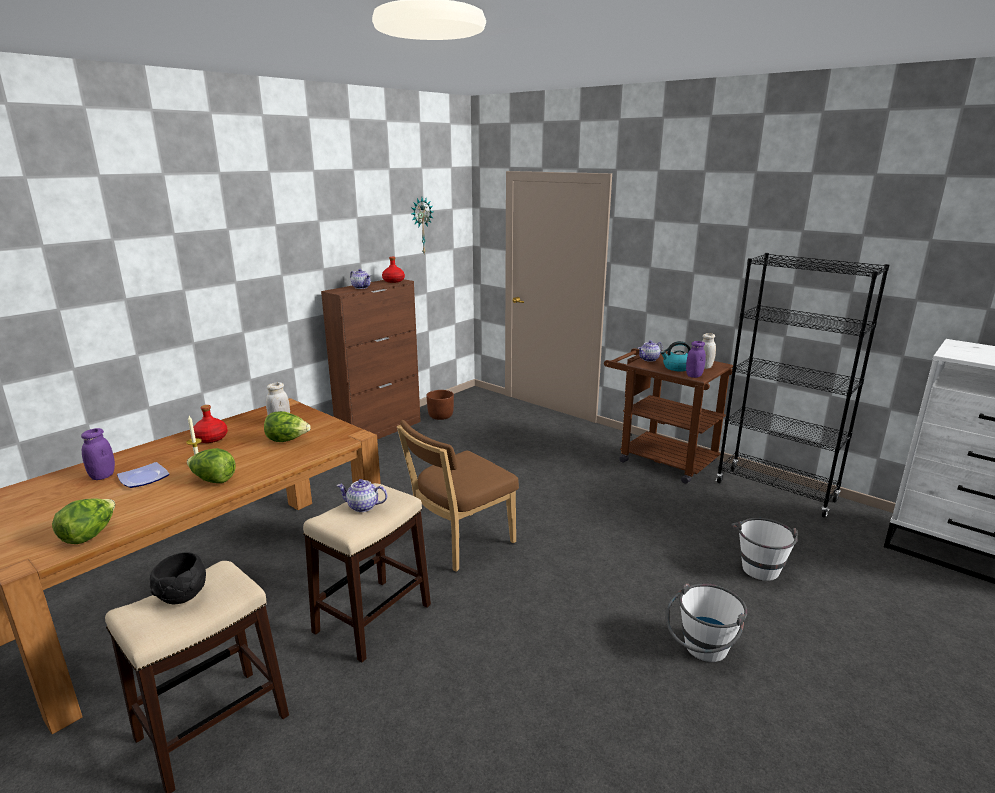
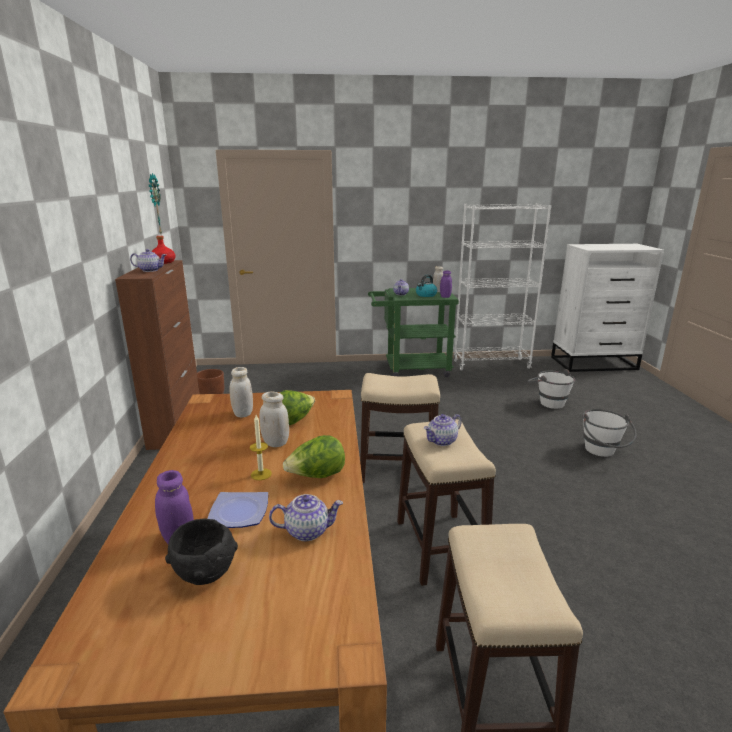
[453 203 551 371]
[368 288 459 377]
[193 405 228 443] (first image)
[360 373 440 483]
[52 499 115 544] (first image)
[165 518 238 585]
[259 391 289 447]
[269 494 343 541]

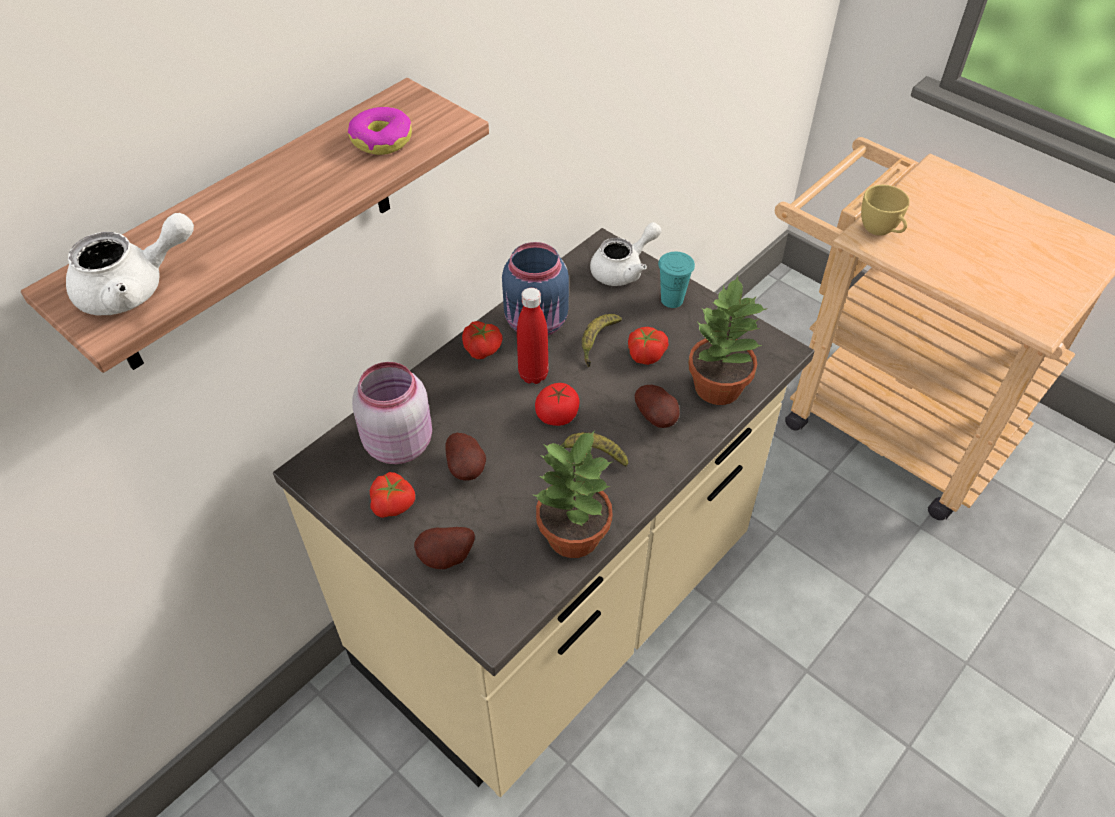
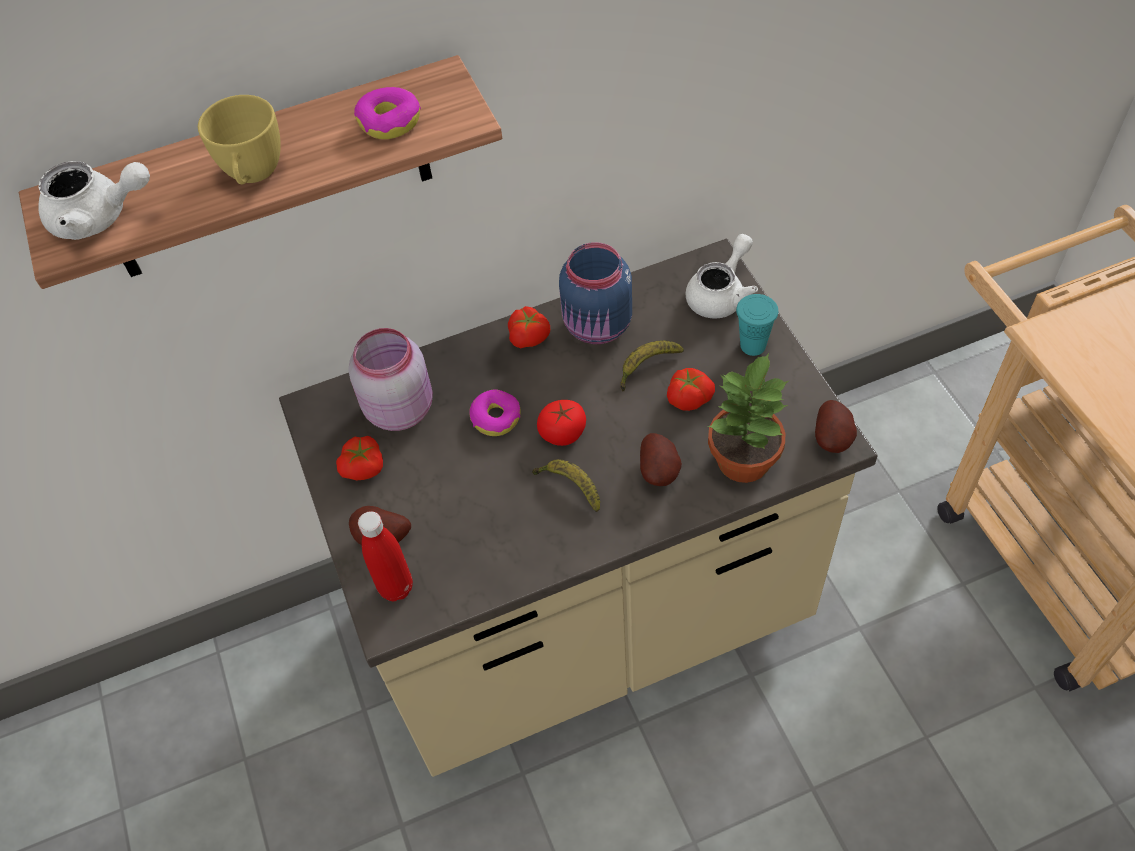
[198 95 281 185]
[685 234 758 318]
[358 511 413 601]
[533 430 613 558] (first image)
[815 400 857 453]
[469 390 521 436]

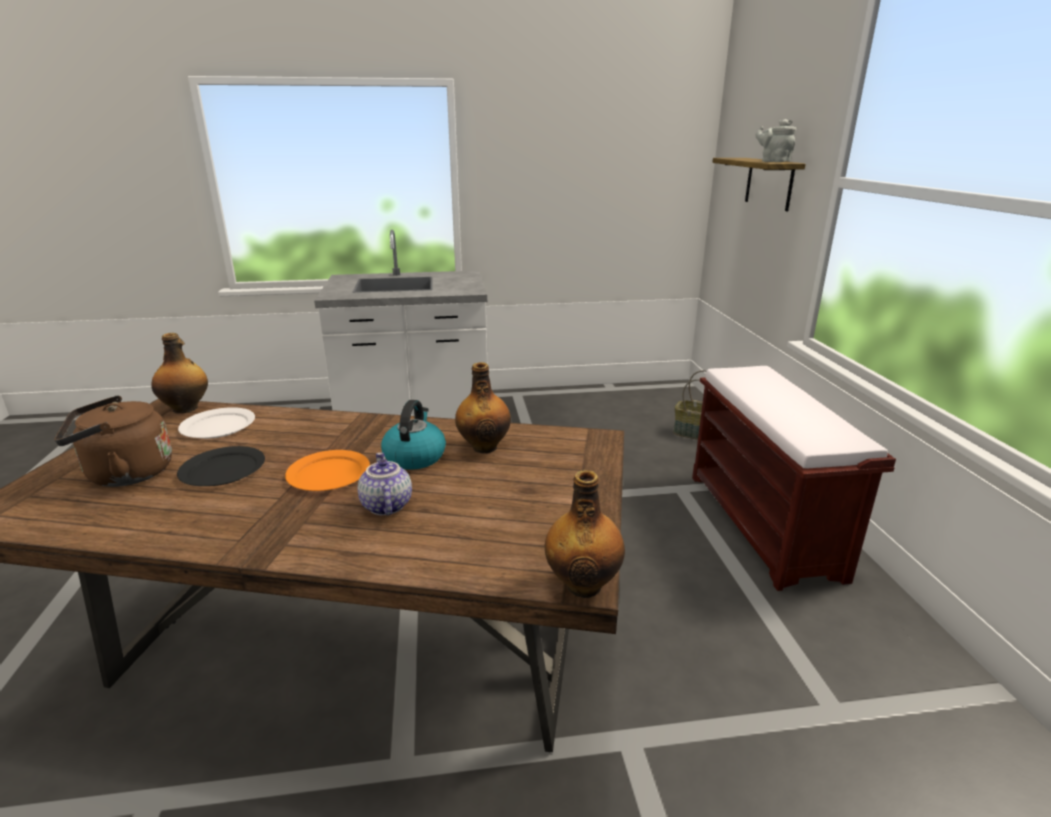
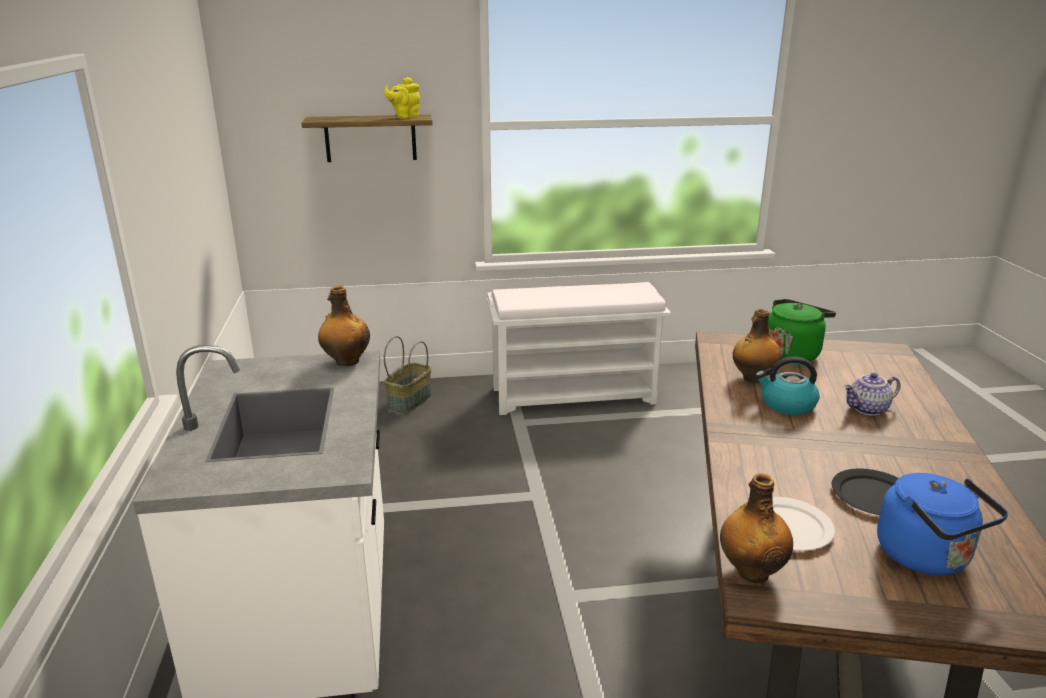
[384 77 420 119]
[487 282 671 415]
[877 473 1008 575]
[285 450 370 491] (first image)
[318 286 370 366]
[768 299 836 361]

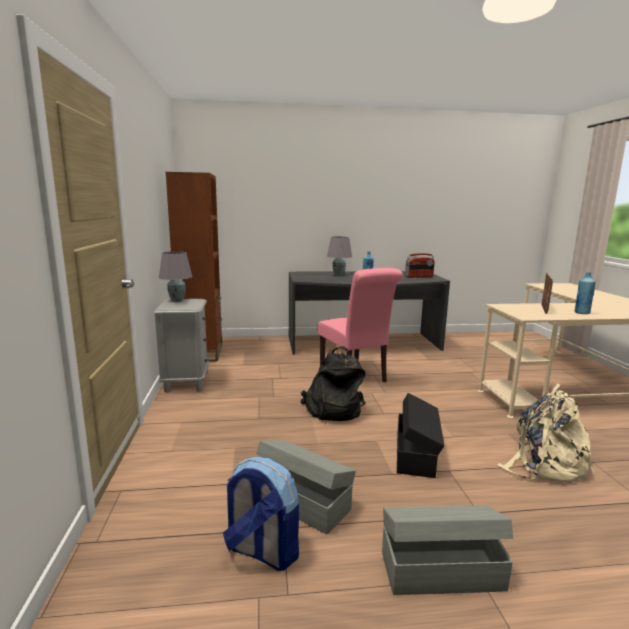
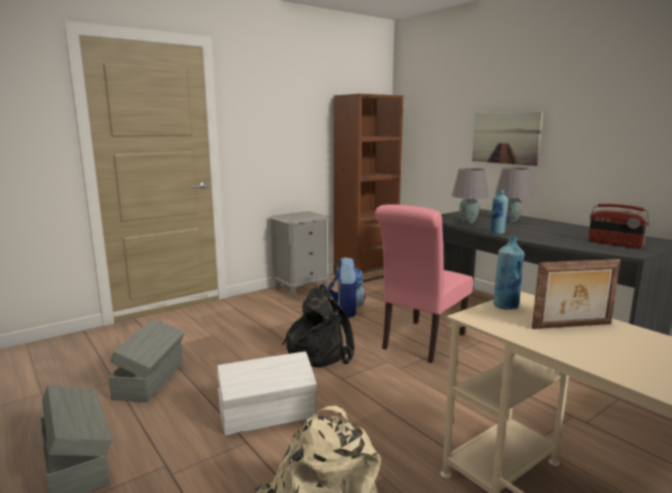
[452 168 489 223]
[493 236 524 310]
[217 351 317 436]
[327 257 366 318]
[472 112 543 166]

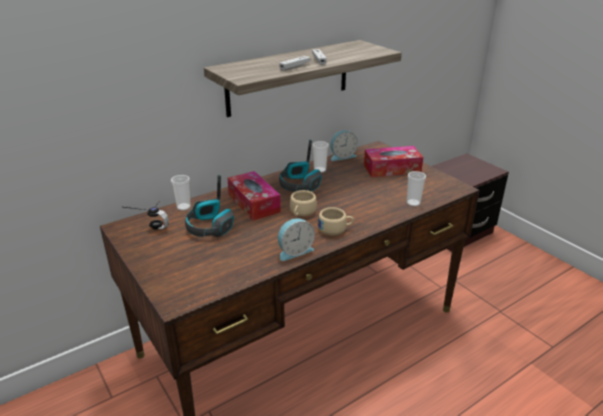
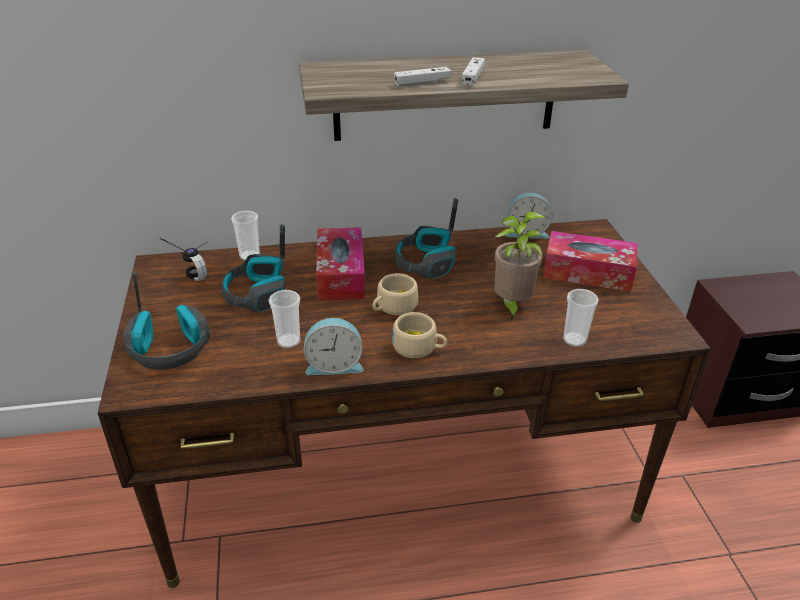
[269 290 301 348]
[494 211 546 320]
[123 272 210 370]

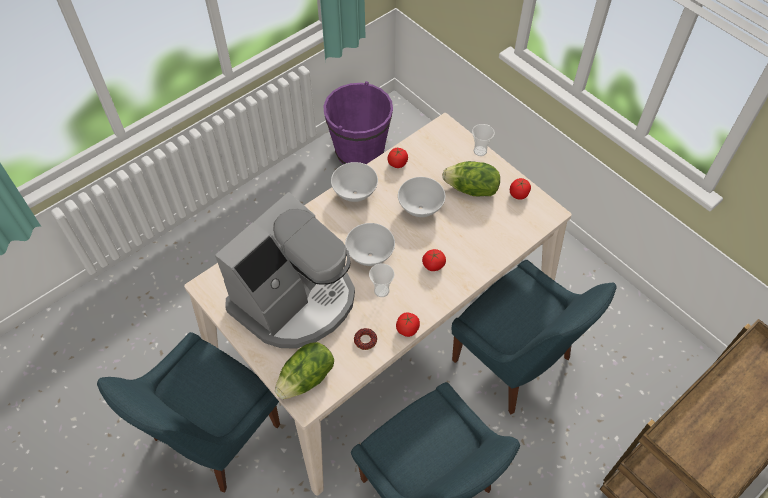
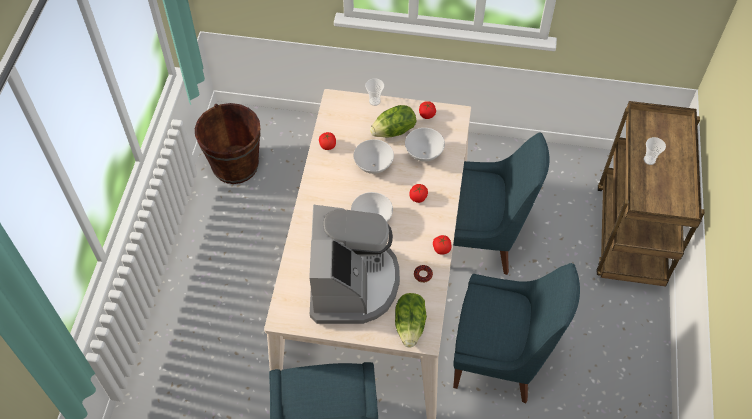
[195 103 260 184]
[405 128 445 162]
[644 137 666 165]

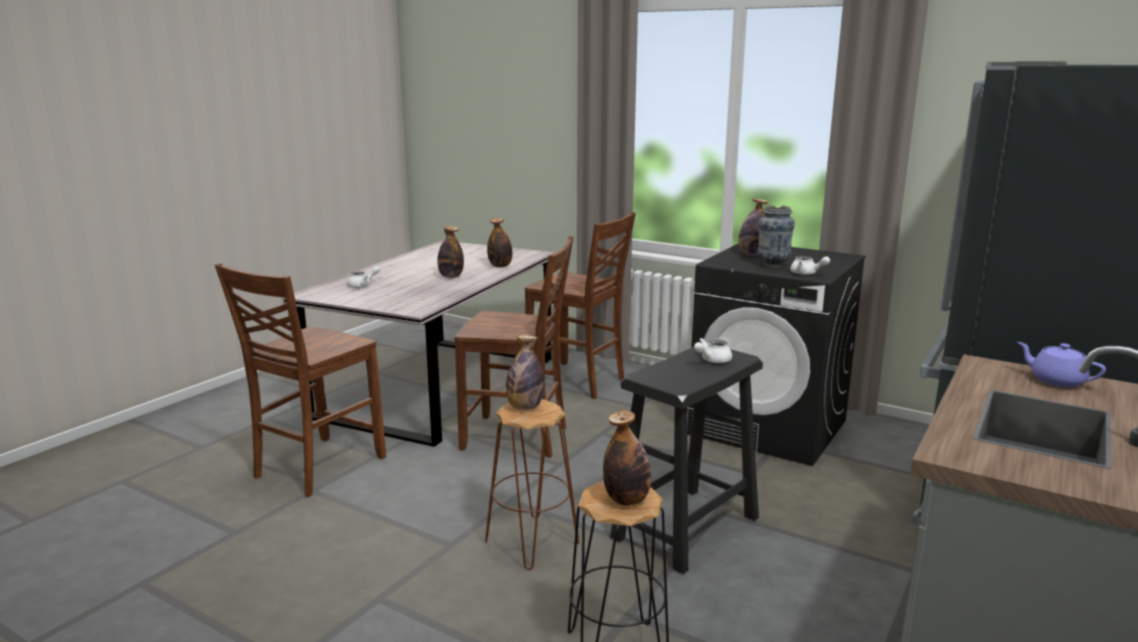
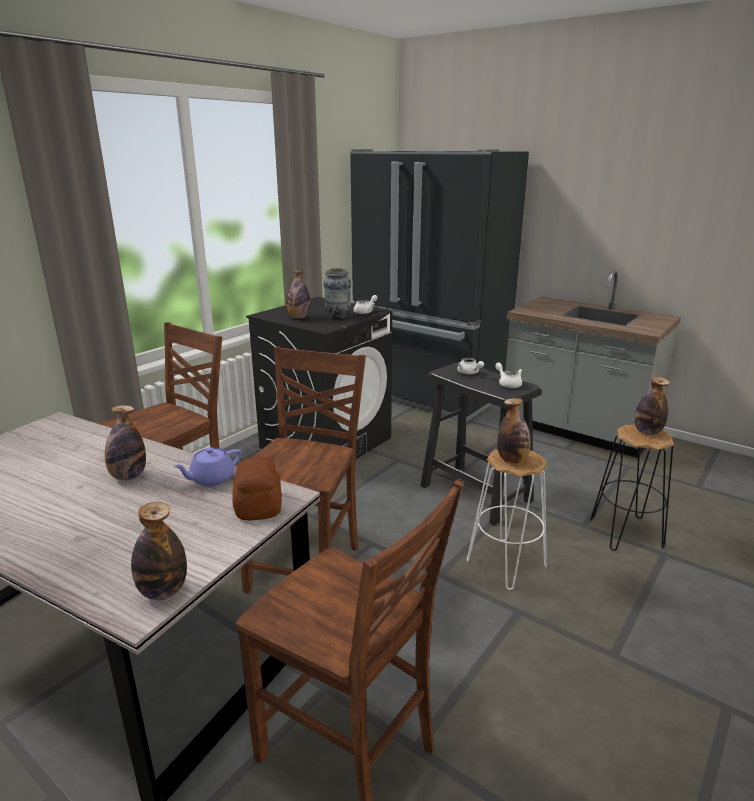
[131 502 187 600]
[495 363 522 388]
[173 447 241 486]
[467 449 547 590]
[232 457 282 520]

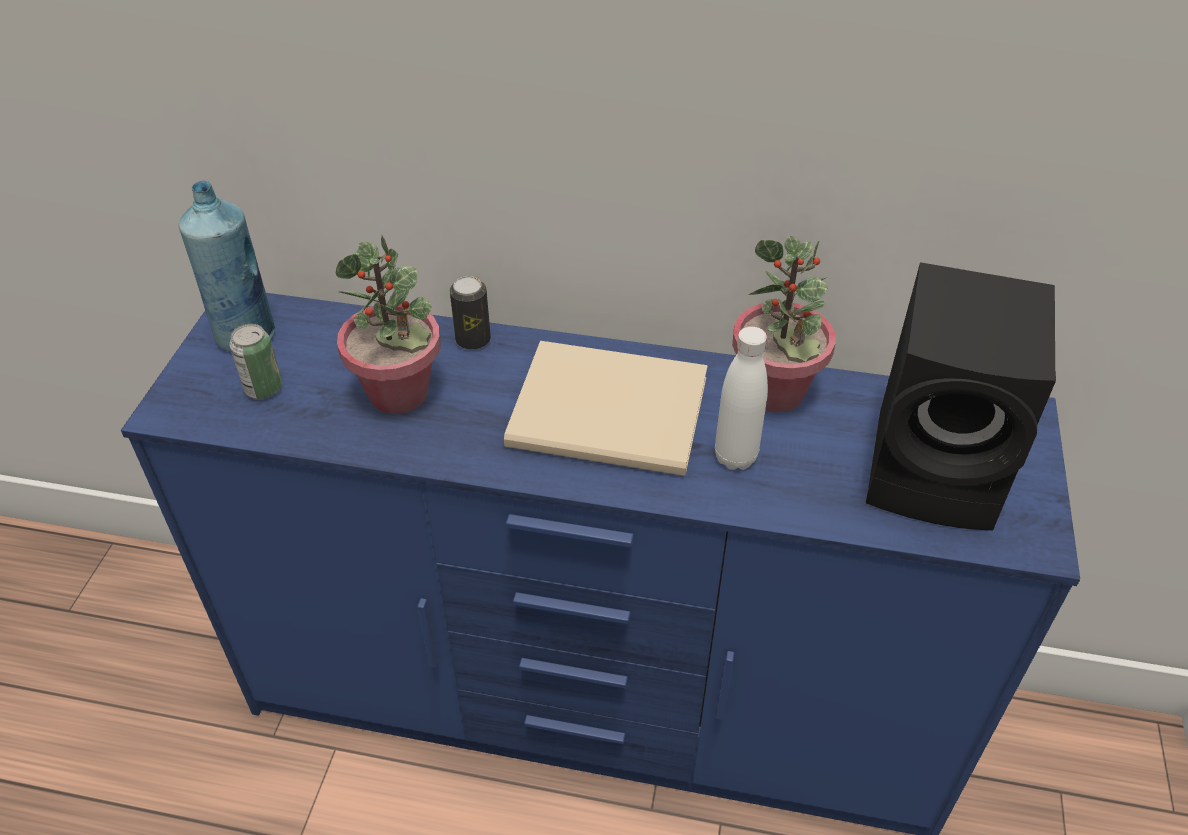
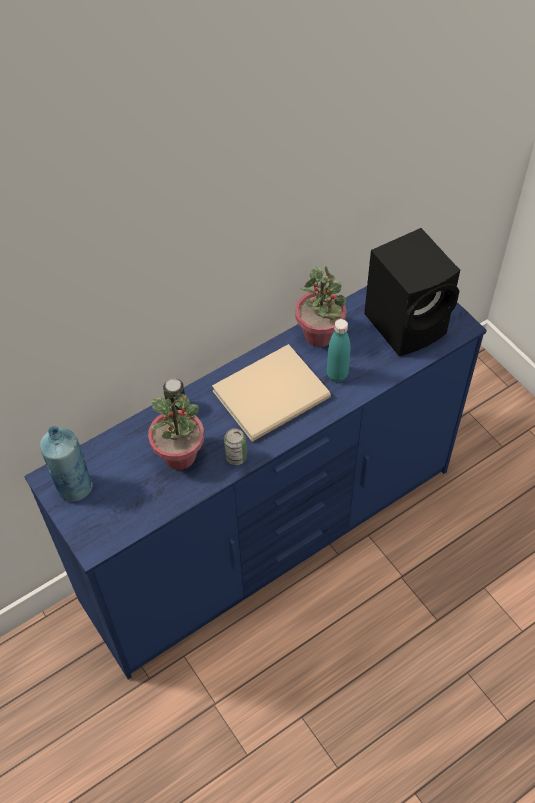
[224 428 247 465]
[327 319 351 382]

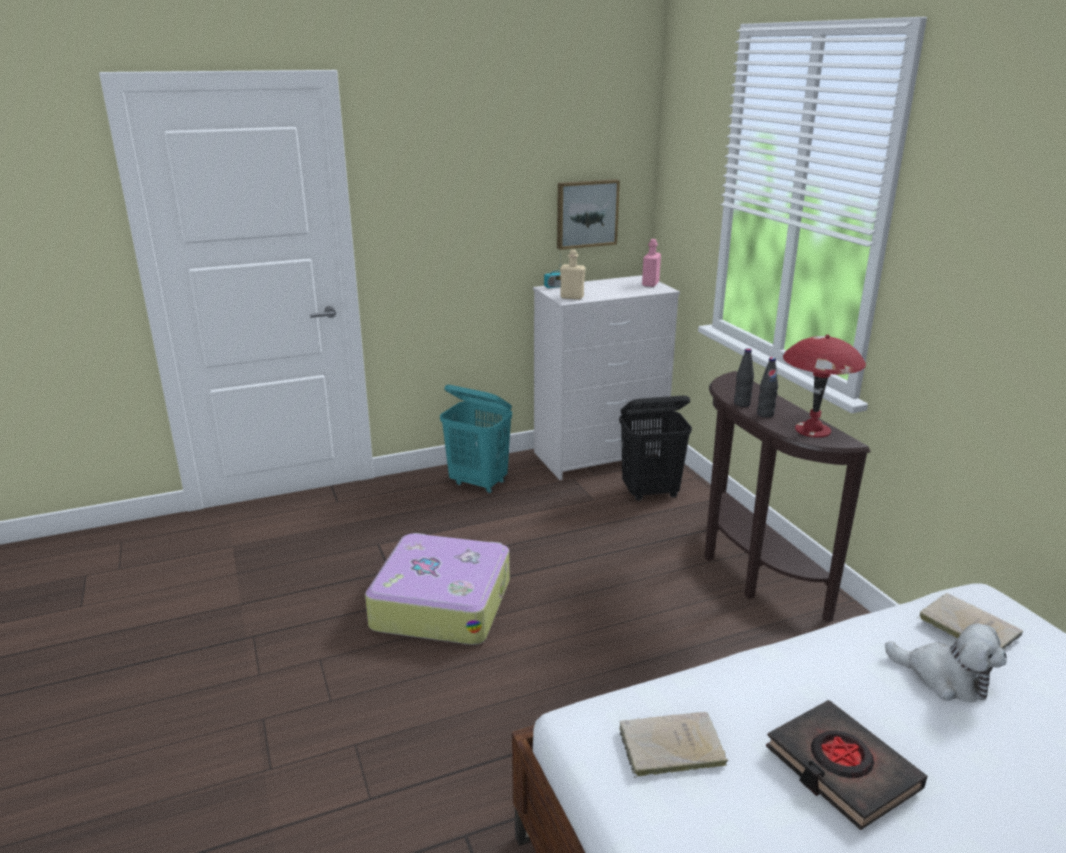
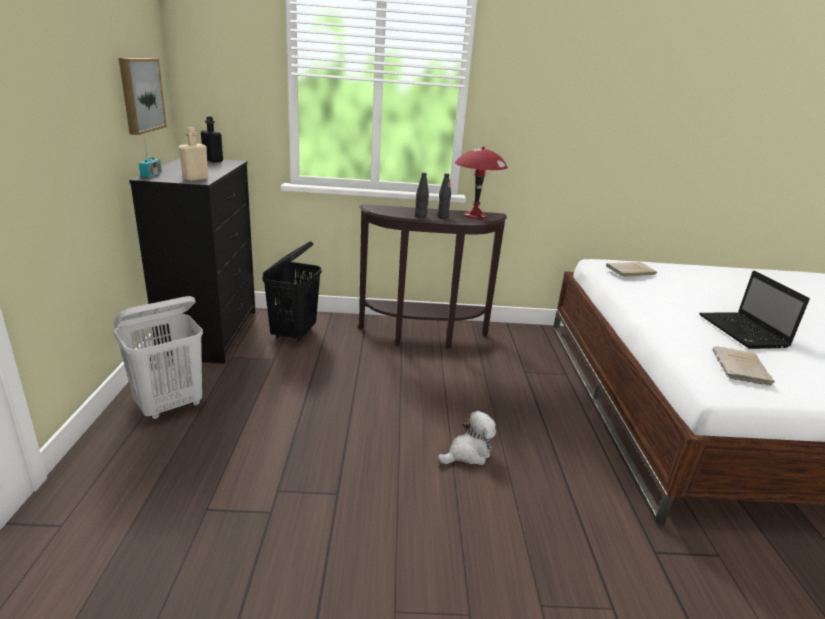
[201 116 223 162]
[129 158 255 363]
[113 296 203 420]
[365 533 510 645] (first image)
[437 411 496 465]
[699 271 810 349]

